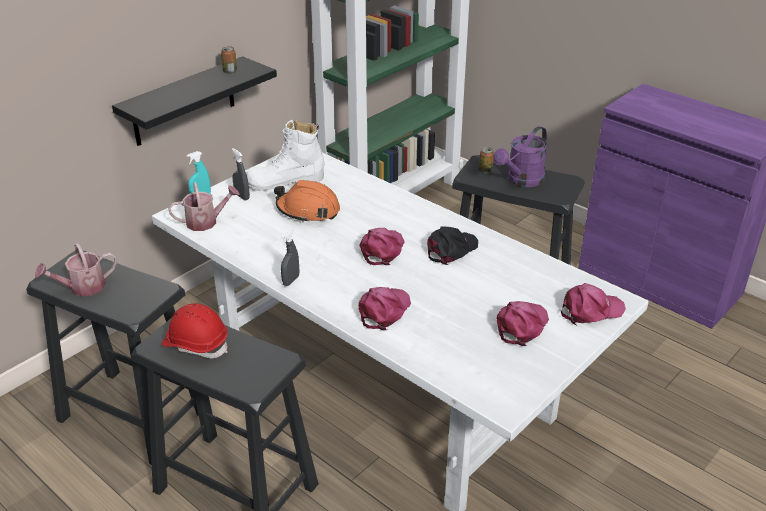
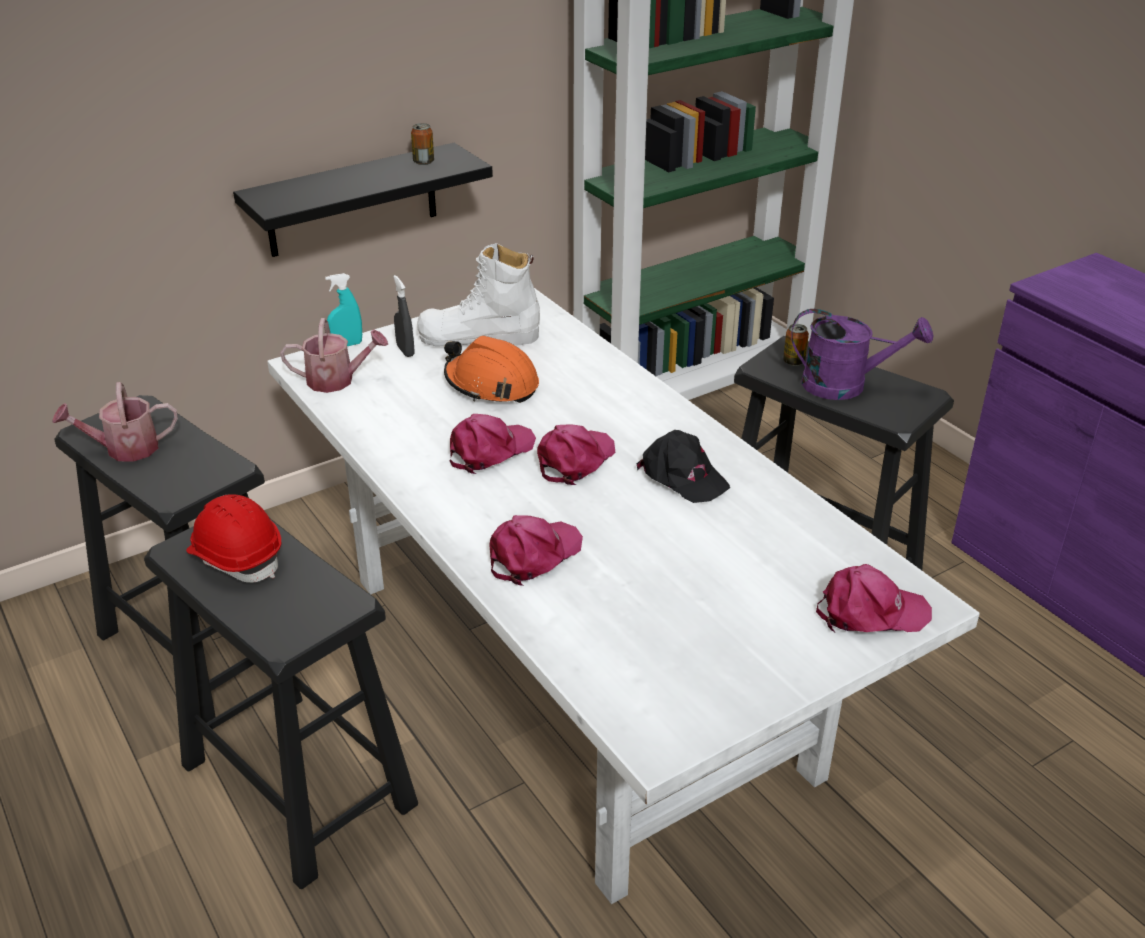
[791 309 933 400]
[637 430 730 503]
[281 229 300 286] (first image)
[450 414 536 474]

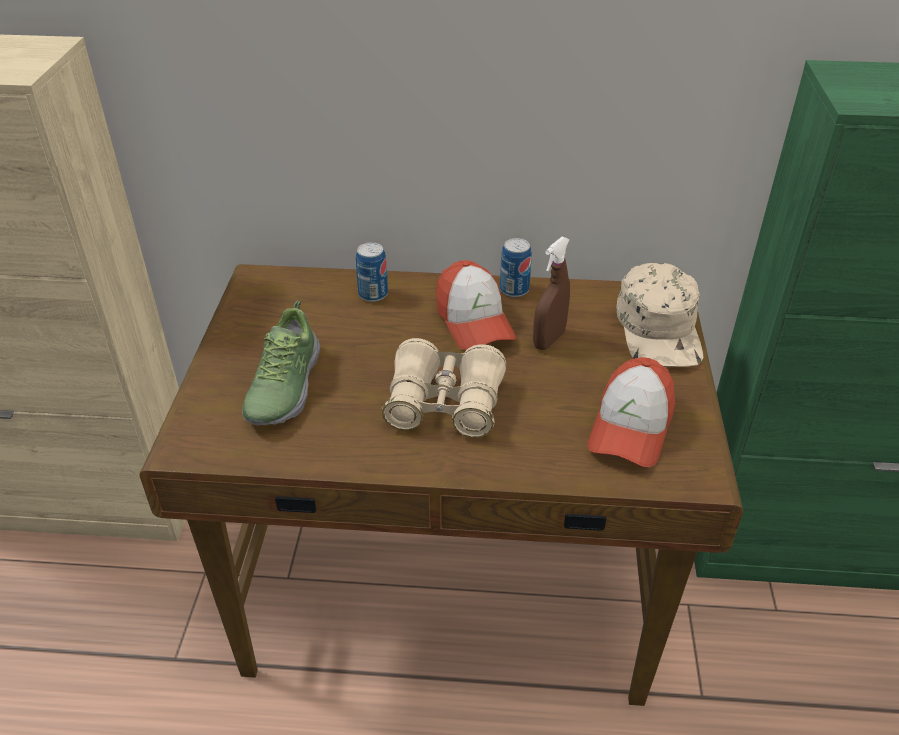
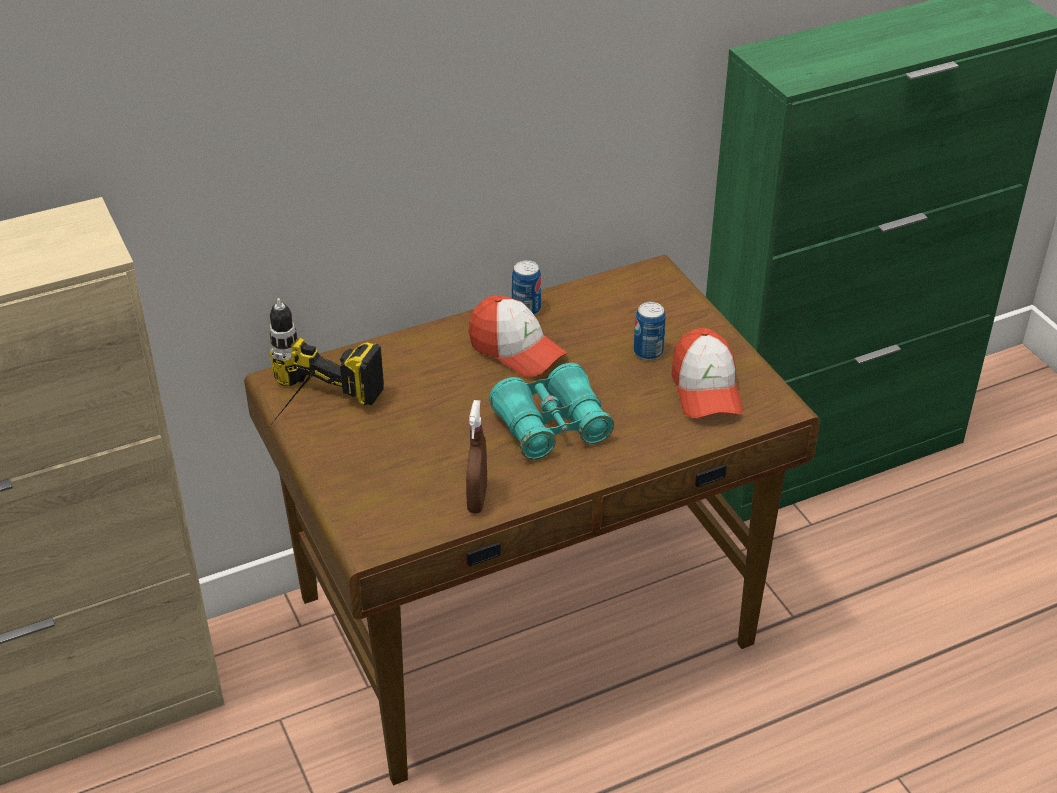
[466 400 487 513]
[634 302 666 360]
[616 263 703 367] (first image)
[242 301 320 425] (first image)
[489 363 614 460]
[269 298 384 422]

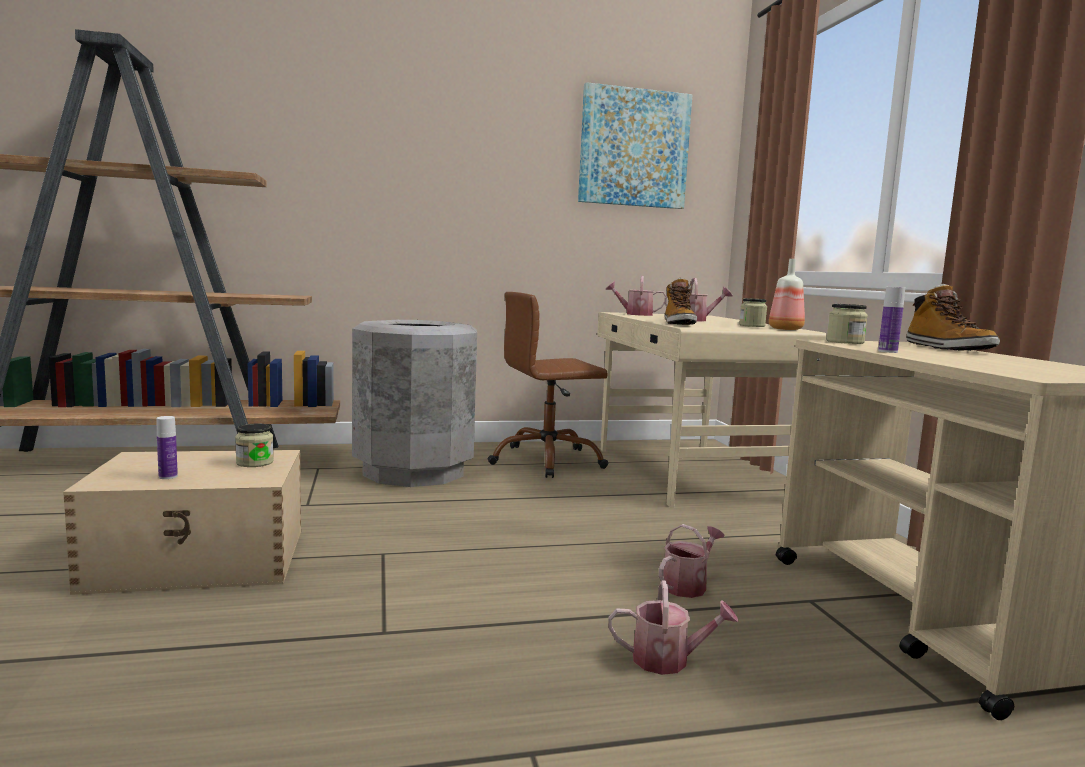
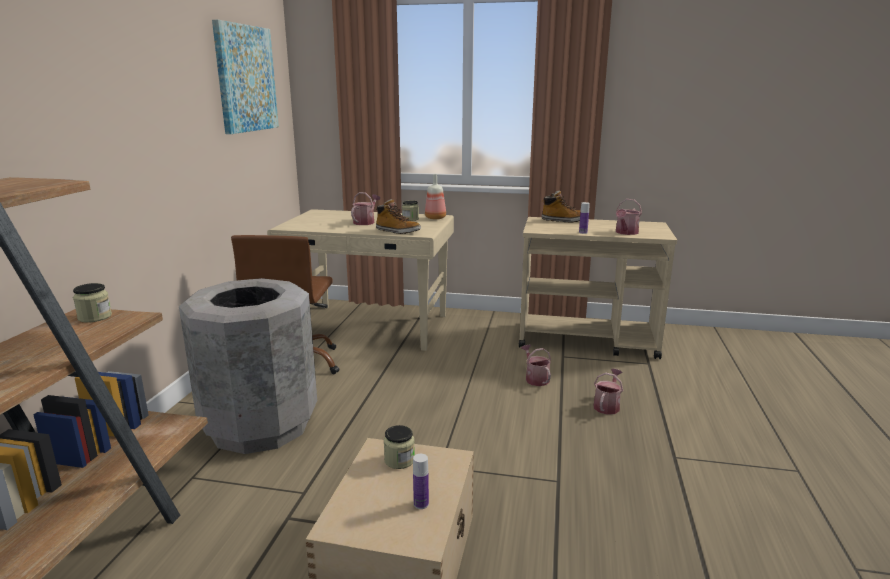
[616 199 642 235]
[73 283 112 323]

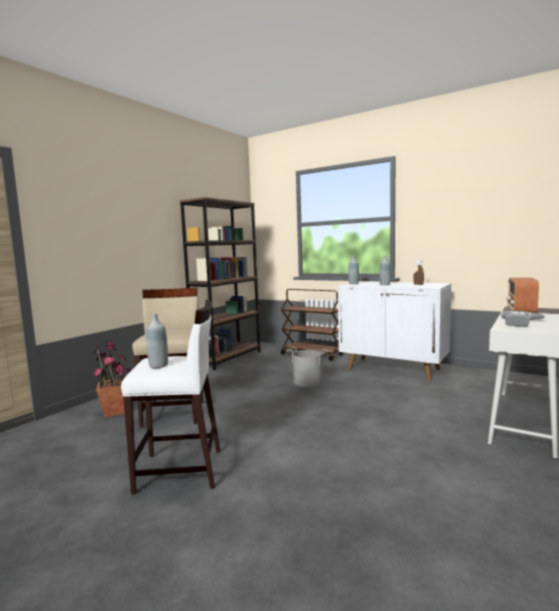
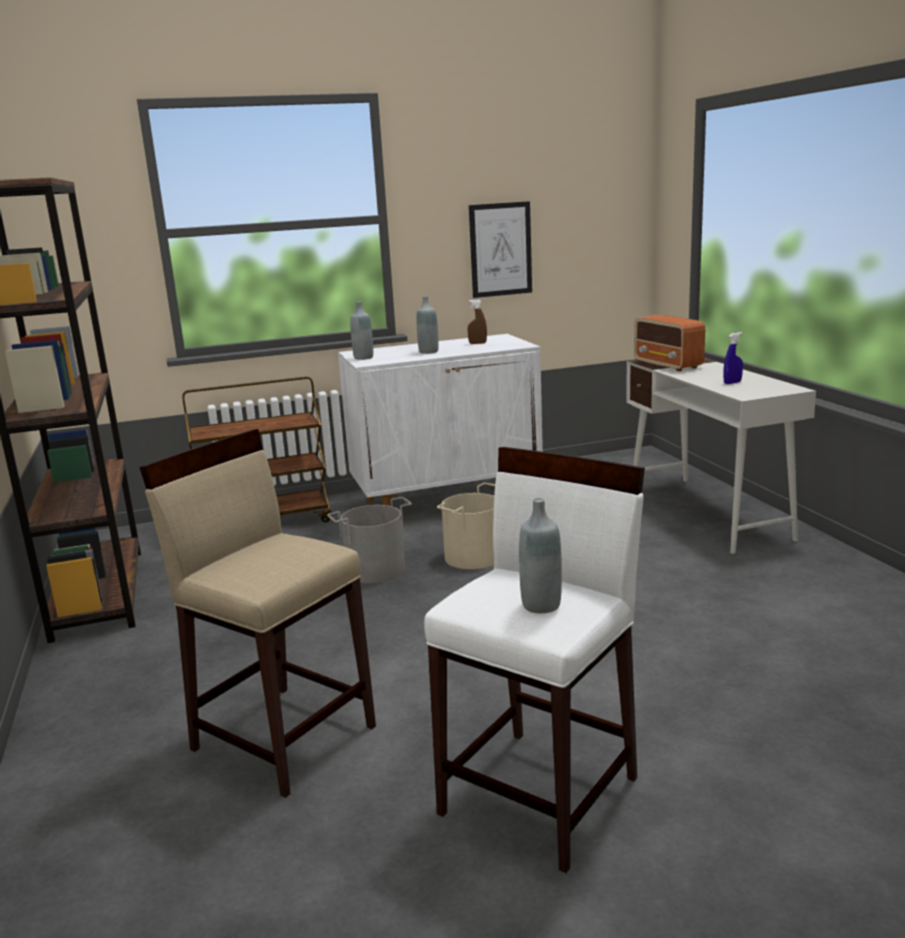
[724 332 743 384]
[93 341 130 417] (first image)
[469 201 532 298]
[437 483 495 569]

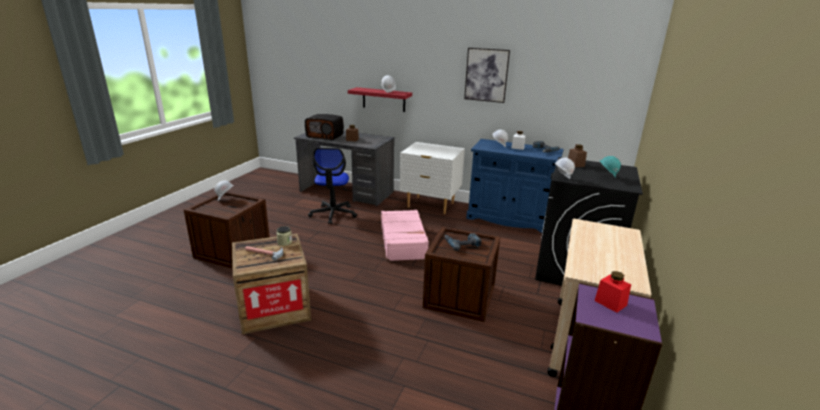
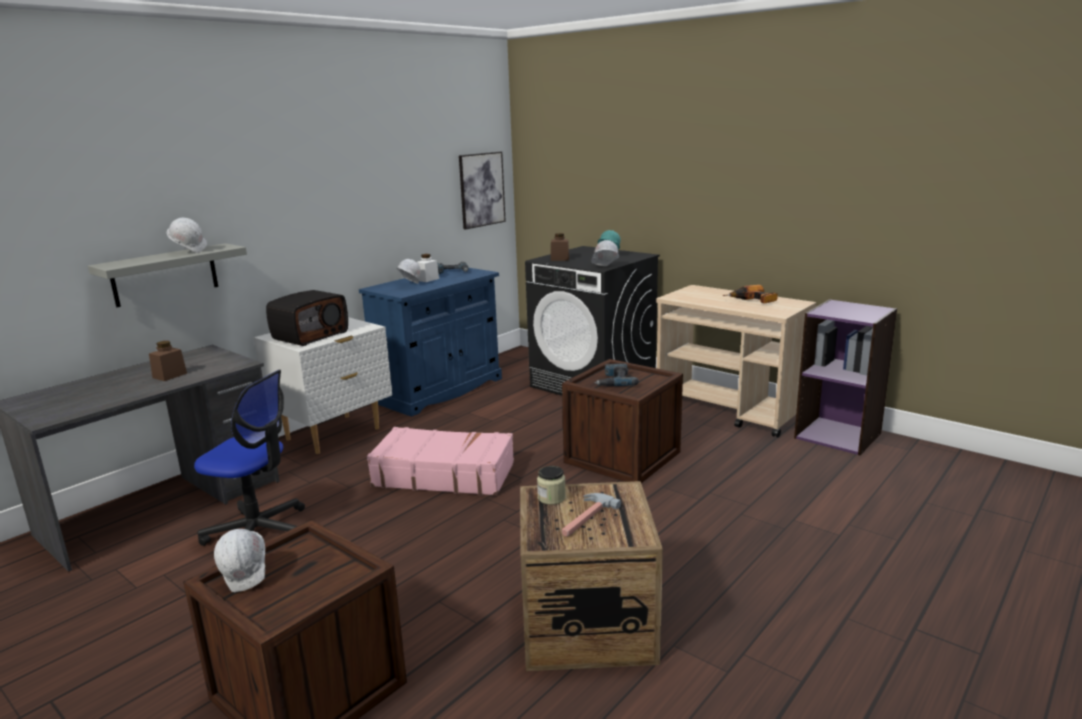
[459 152 506 229]
[88 243 247 307]
[266 290 348 346]
[594 271 631 313] (first image)
[723 285 778 304]

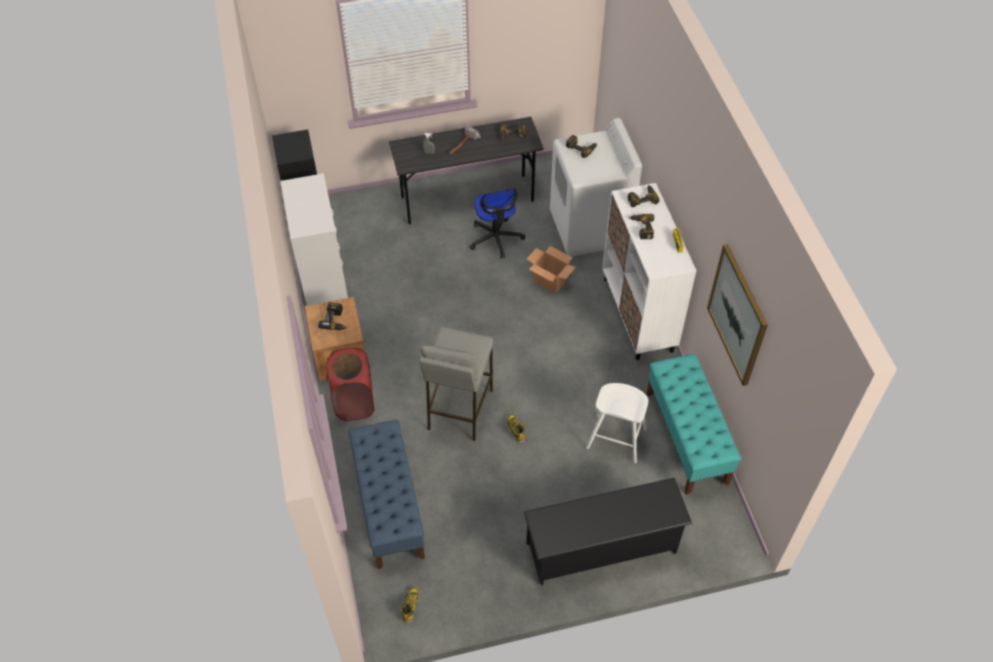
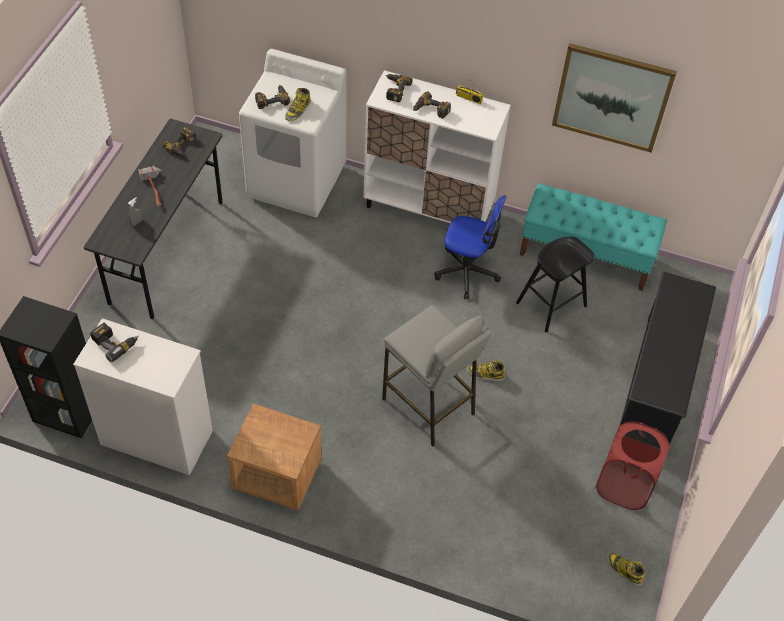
[434 195 506 299]
[526 246 576 293] (first image)
[90 323 139 362]
[595 421 671 510]
[516 237 595 333]
[349 420 425 569] (first image)
[285 88 311 121]

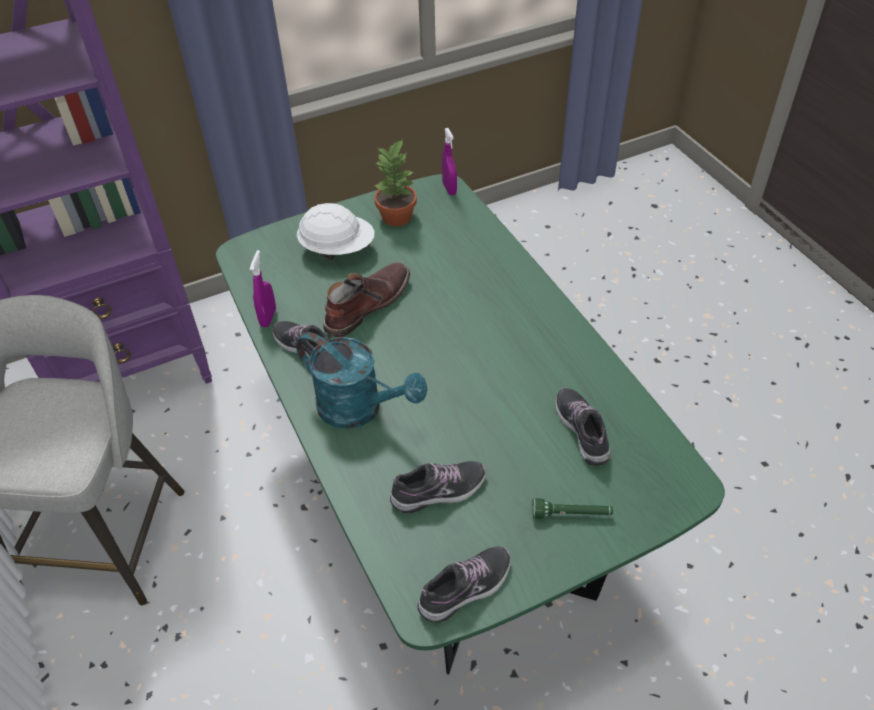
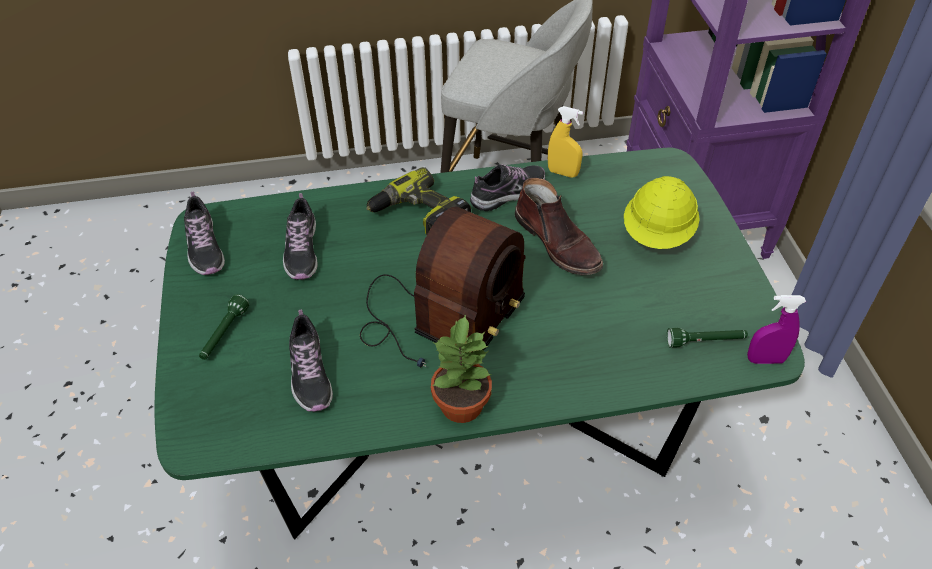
[431 314 492 423]
[624 176 700 249]
[548 106 583 178]
[367 167 471 235]
[289 310 333 412]
[360 207 526 368]
[667 328 748 348]

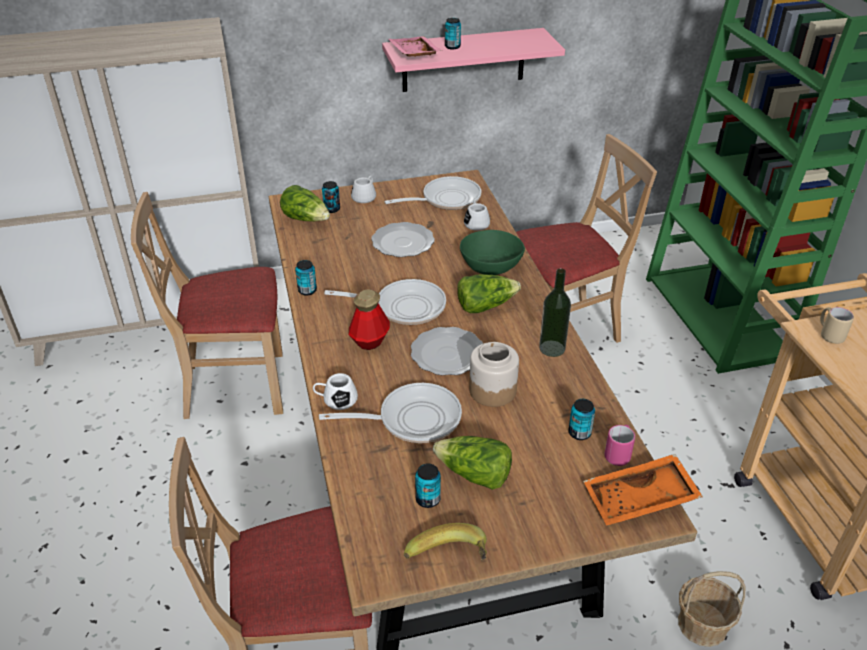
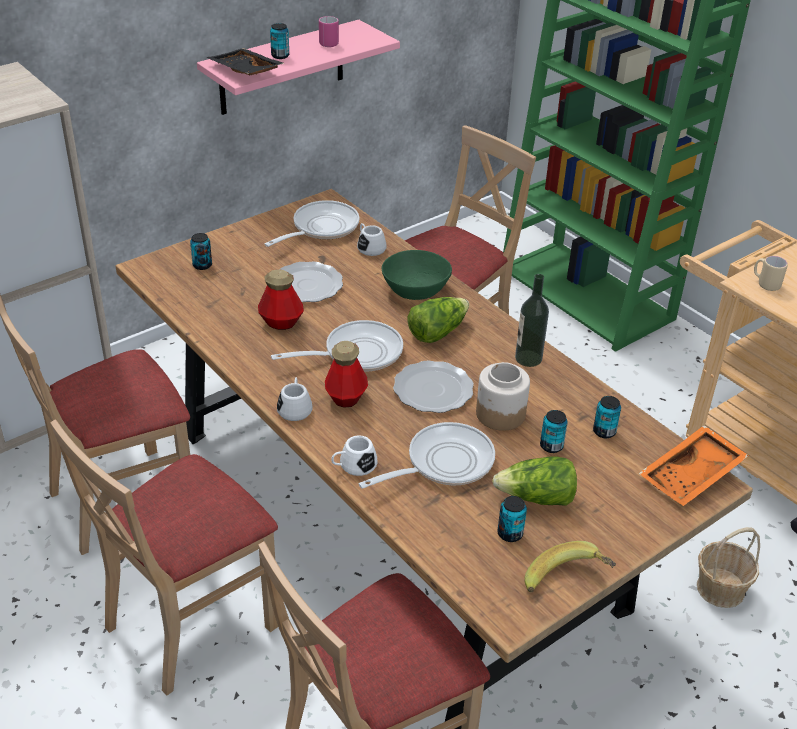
[207 48 284 75]
[277 377 313 421]
[280 185 330 221] (first image)
[540 410 568 453]
[319 16 339 47]
[258 269 304 330]
[50 419 278 696]

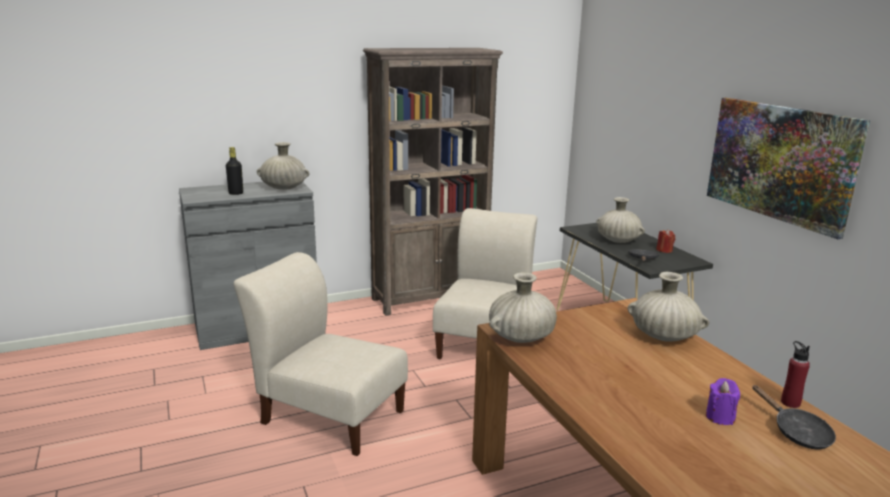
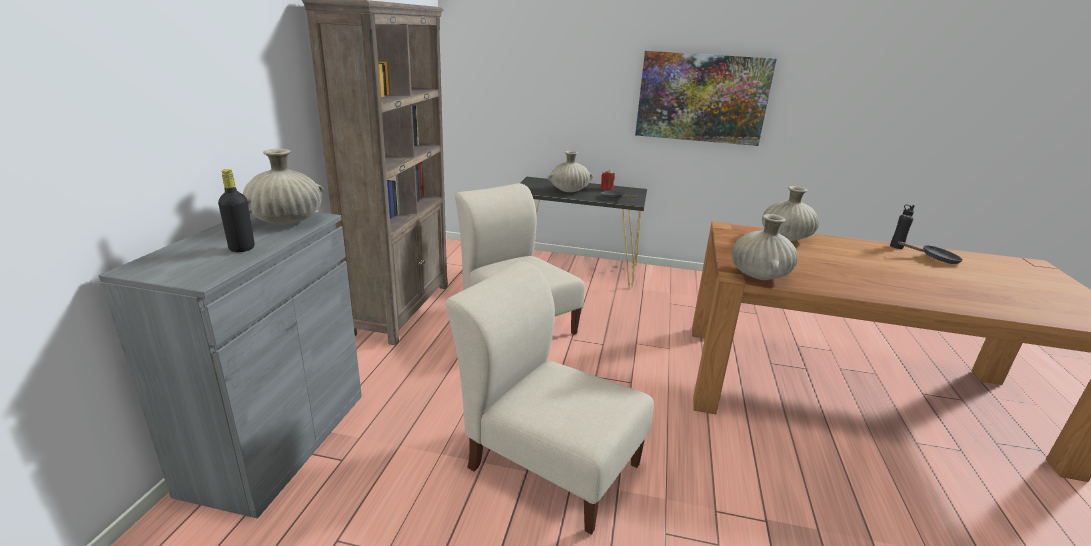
[445 261 654 534]
[890 204 915 249]
[706 378 740 425] (first image)

